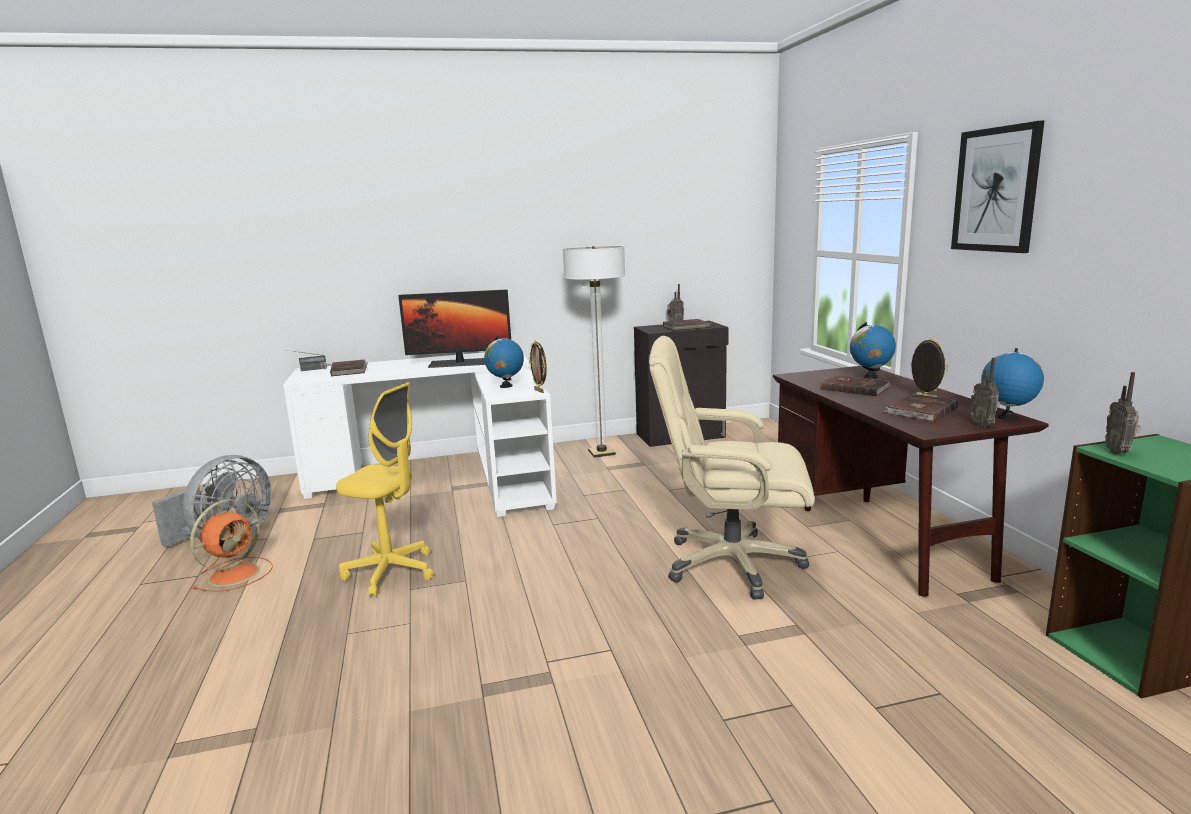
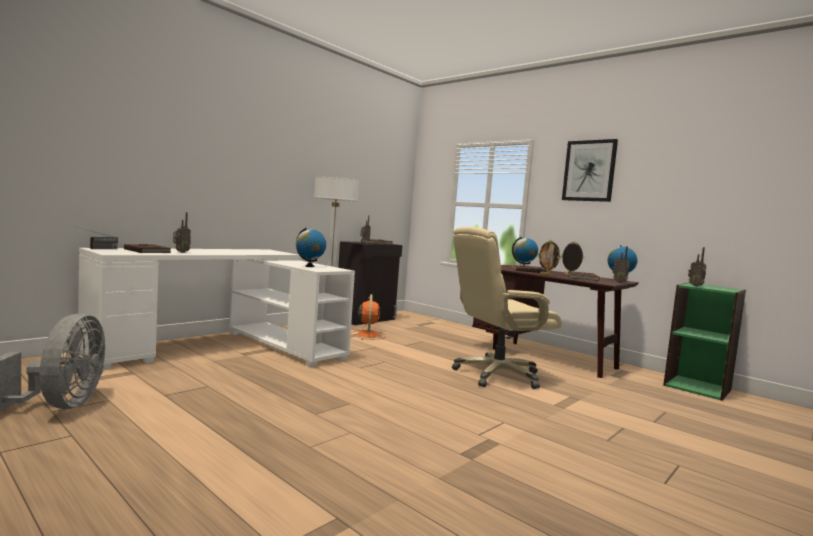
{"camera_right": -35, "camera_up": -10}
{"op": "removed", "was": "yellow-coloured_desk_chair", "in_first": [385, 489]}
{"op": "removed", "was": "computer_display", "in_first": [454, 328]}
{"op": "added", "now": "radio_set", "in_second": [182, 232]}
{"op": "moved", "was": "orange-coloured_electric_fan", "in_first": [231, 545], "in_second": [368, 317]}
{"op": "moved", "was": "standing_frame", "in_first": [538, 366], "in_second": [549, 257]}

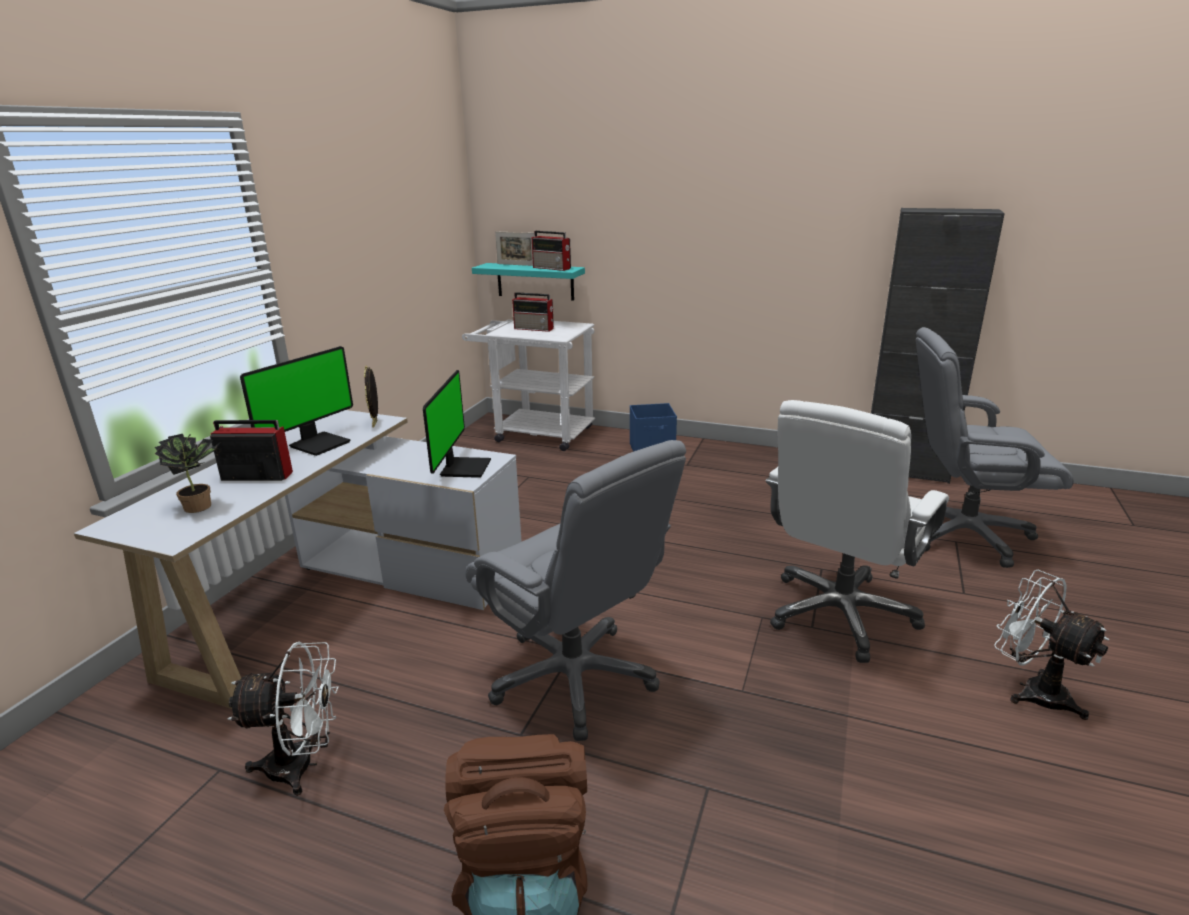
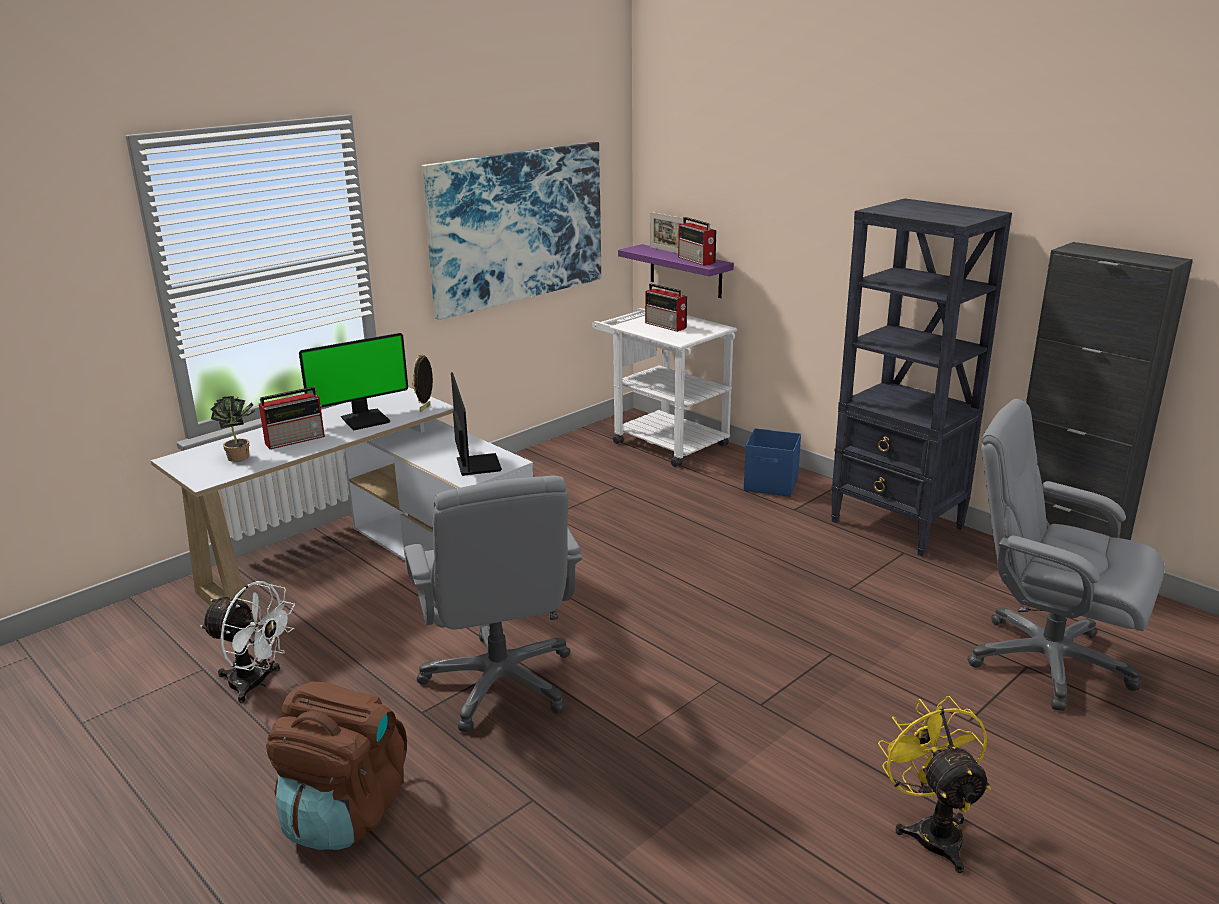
{"camera_right": 25, "camera_up": 0}
{"op": "removed", "was": "white_desk_chair", "in_first": [857, 531]}
{"op": "added", "now": "picture", "in_second": [511, 231]}
{"op": "added", "now": "black_shelving_unit", "in_second": [921, 377]}
{"op": "recoloured", "was": "blue-green_wall_shelf", "now": "purple_wall_shelf", "in_first": [528, 282], "in_second": [676, 271]}
{"op": "recoloured", "was": "white_electric_fan", "now": "yellow-coloured_electric_fan", "in_first": [1051, 645], "in_second": [934, 784]}
{"op": "turned", "was": "radio_set", "in_first": [251, 450], "in_second": [292, 418], "clockwise": 120}
{"op": "turned", "was": "computer_display", "in_first": [457, 424], "in_second": [476, 424], "clockwise": -45}

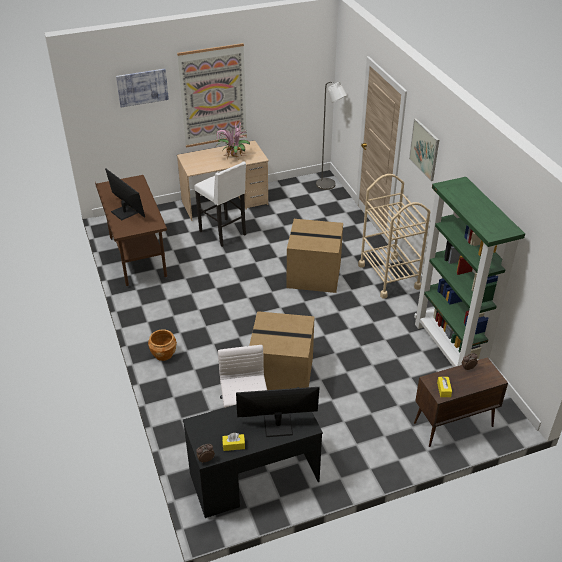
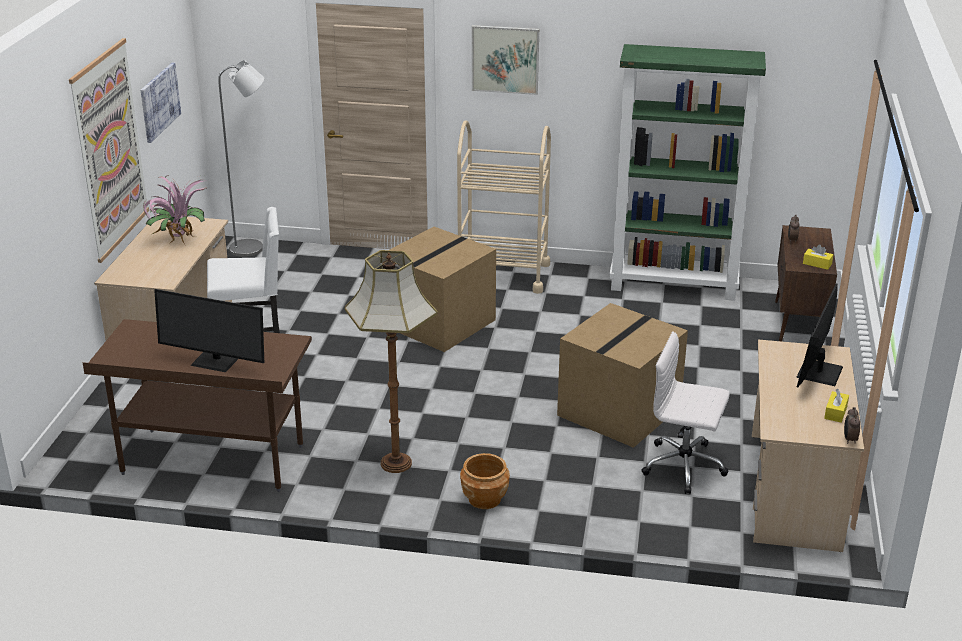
{"camera_right": -60, "camera_up": -10}
{"op": "added", "now": "standard_lamp", "in_second": [390, 361]}
{"op": "moved", "was": "picture", "in_first": [142, 88], "in_second": [161, 102]}
{"op": "recoloured", "was": "black_desk", "now": "beige_desk", "in_first": [253, 452], "in_second": [808, 446]}
{"op": "turned", "was": "computer_display", "in_first": [125, 194], "in_second": [209, 330], "clockwise": -150}

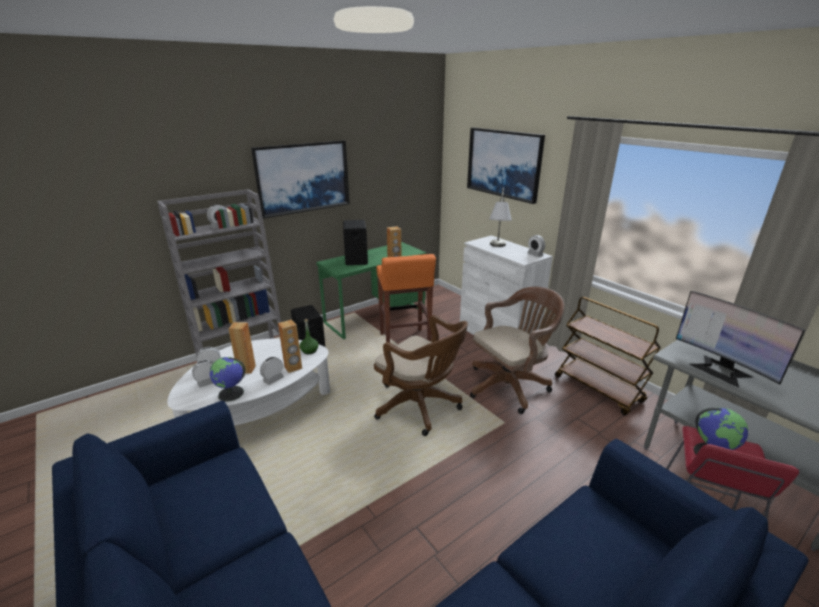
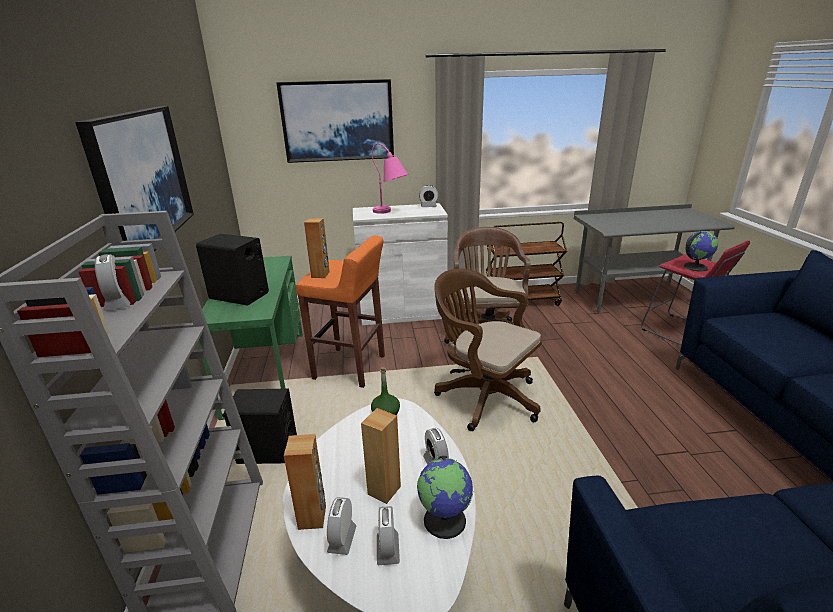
{"camera_right": -60, "camera_up": 0}
{"op": "removed", "was": "computer_display", "in_first": [740, 339]}
{"op": "moved", "was": "brown_audio_speaker", "in_first": [290, 346], "in_second": [305, 482]}
{"op": "recoloured", "was": "gray_lamp_for_a_table", "now": "pink-coloured_lamp_for_a_table", "in_first": [500, 217], "in_second": [390, 178]}
{"op": "turned", "was": "brown_desk_chair", "in_first": [421, 375], "in_second": [488, 350], "clockwise": -120}

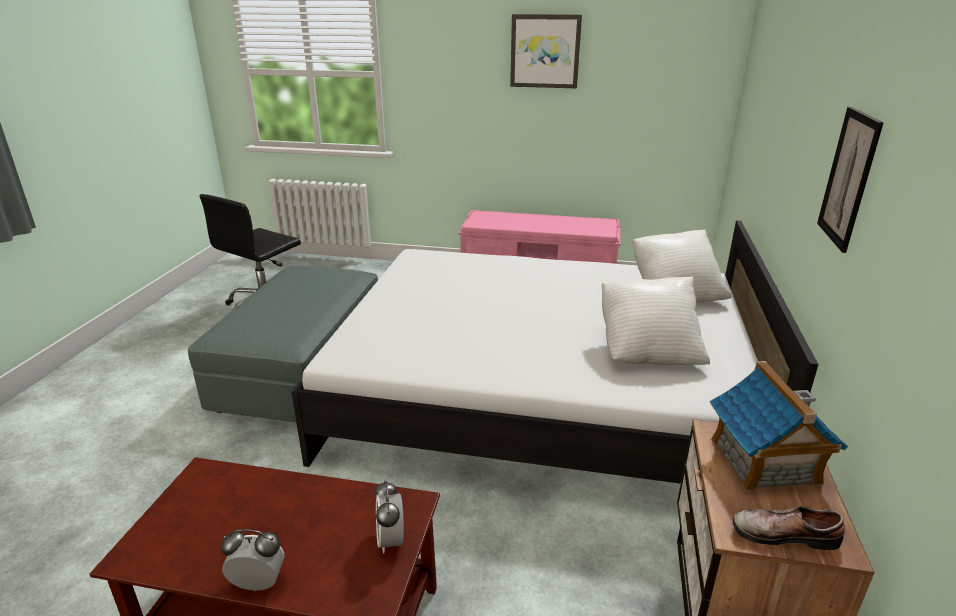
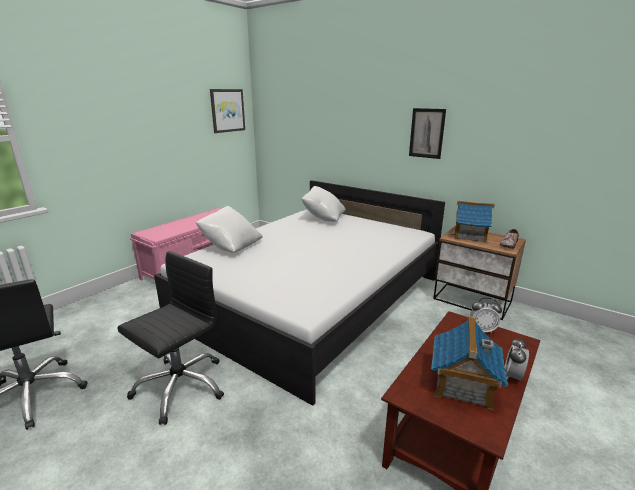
{"camera_right": -65, "camera_up": -5}
{"op": "added", "now": "toy_house", "in_second": [469, 363]}
{"op": "moved", "was": "picture", "in_first": [546, 51], "in_second": [227, 111]}
{"op": "moved", "was": "white_throw_pillow", "in_first": [656, 321], "in_second": [229, 229]}
{"op": "replaced", "was": "gray_pouffe", "now": "black_desk_chair", "in_first": [283, 344], "in_second": [170, 338]}

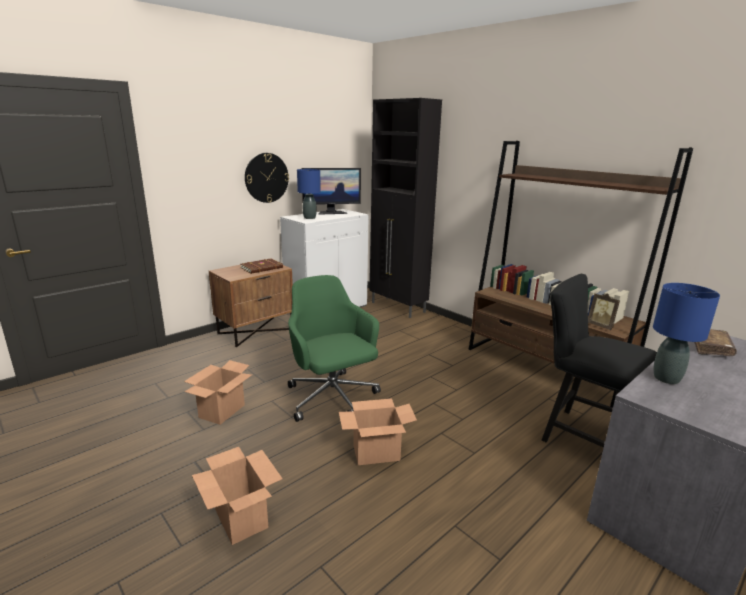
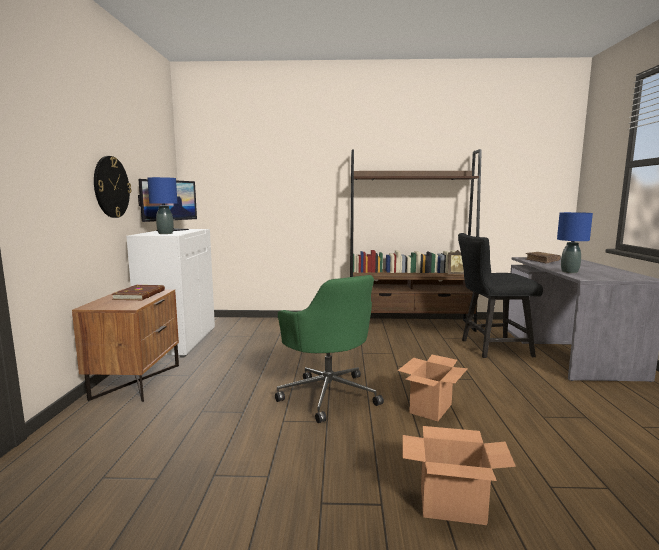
{"camera_right": -45, "camera_up": -10}
{"op": "removed", "was": "cardboard_box", "in_first": [218, 392]}
{"op": "removed", "was": "black_cupboard", "in_first": [406, 208]}
{"op": "turned", "was": "green_desk_chair", "in_first": [334, 348], "in_second": [329, 349], "clockwise": -135}

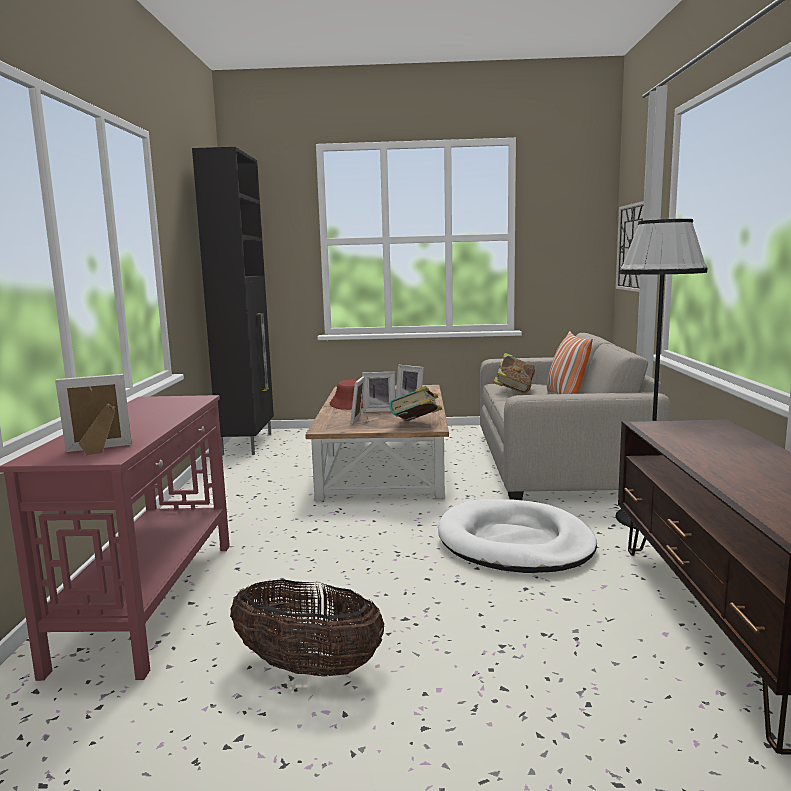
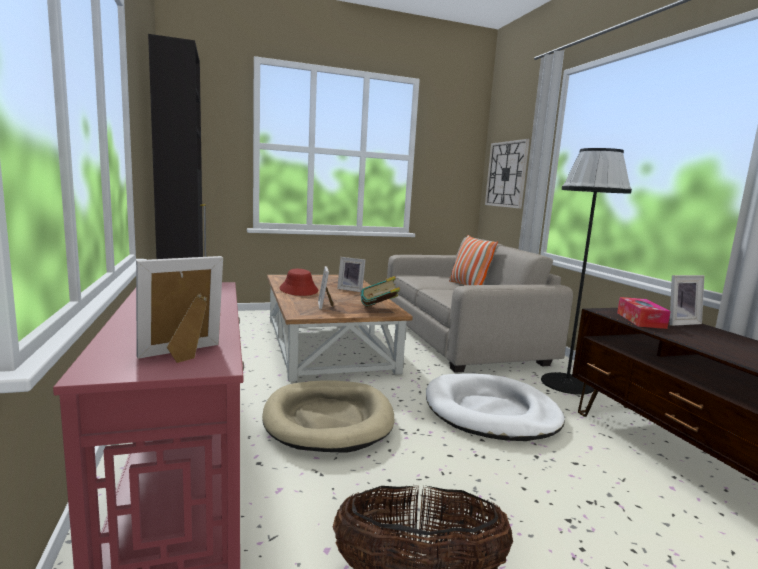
{"camera_right": -20, "camera_up": 0}
{"op": "removed", "was": "book", "in_first": [514, 373]}
{"op": "added", "now": "beige_dog_bed", "in_second": [328, 416]}
{"op": "added", "now": "tissue_holder", "in_second": [644, 313]}
{"op": "moved", "was": "standing_frame", "in_first": [378, 392], "in_second": [686, 300]}

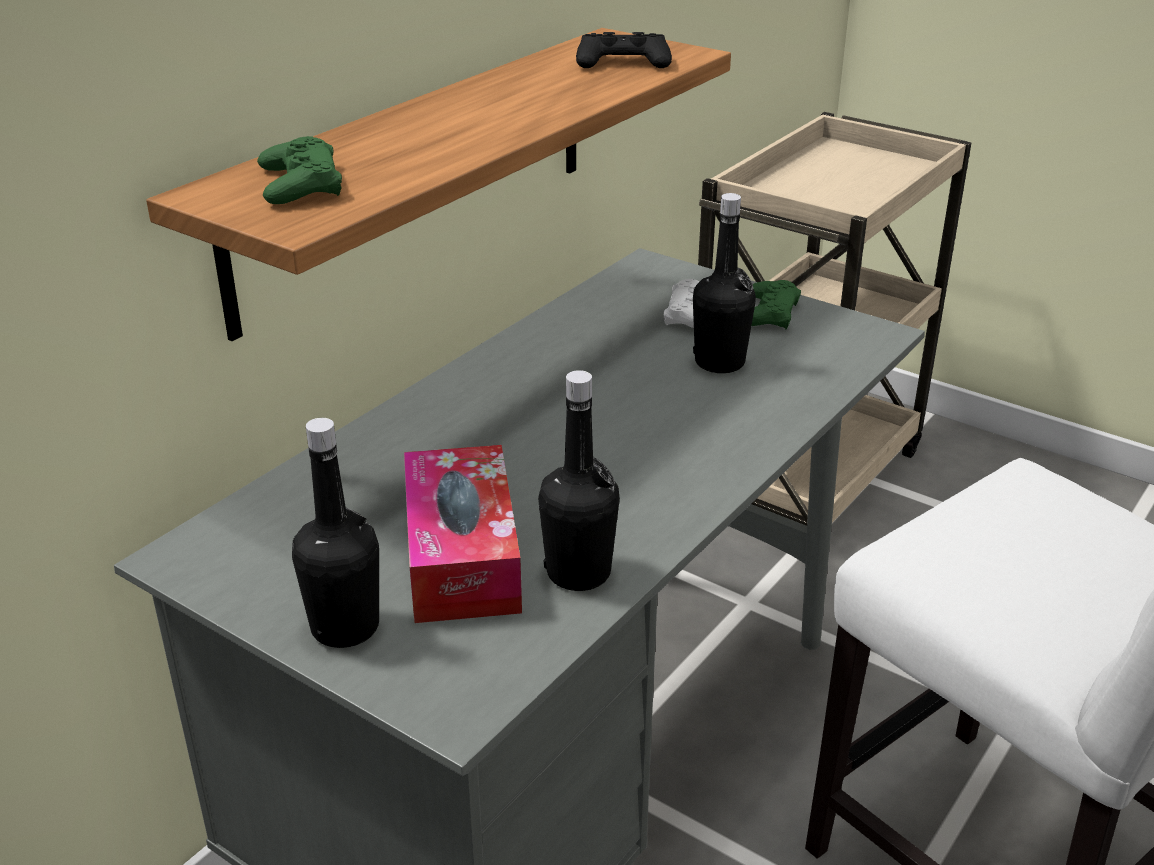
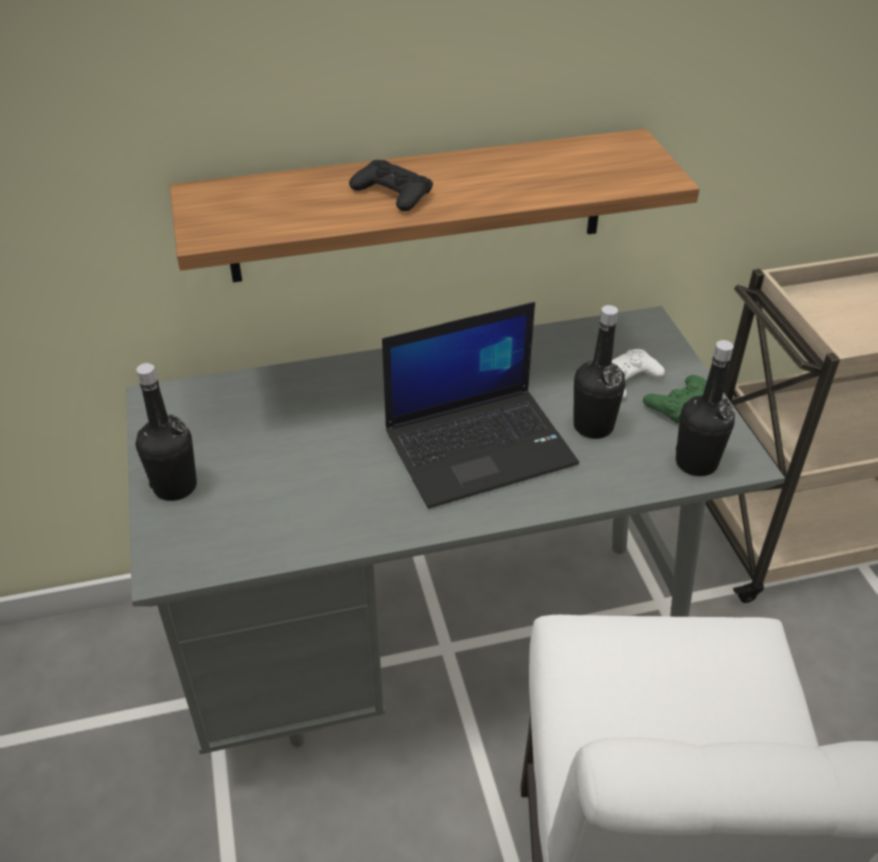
{"camera_right": 40, "camera_up": 10}
{"op": "removed", "was": "green_game_controller", "in_first": [299, 170]}
{"op": "removed", "was": "tissue_holder", "in_first": [463, 534]}
{"op": "added", "now": "laptop", "in_second": [480, 405]}
{"op": "moved", "was": "black_bottle", "in_first": [579, 480], "in_second": [705, 408]}
{"op": "moved", "was": "black_game_controller", "in_first": [624, 50], "in_second": [391, 185]}

